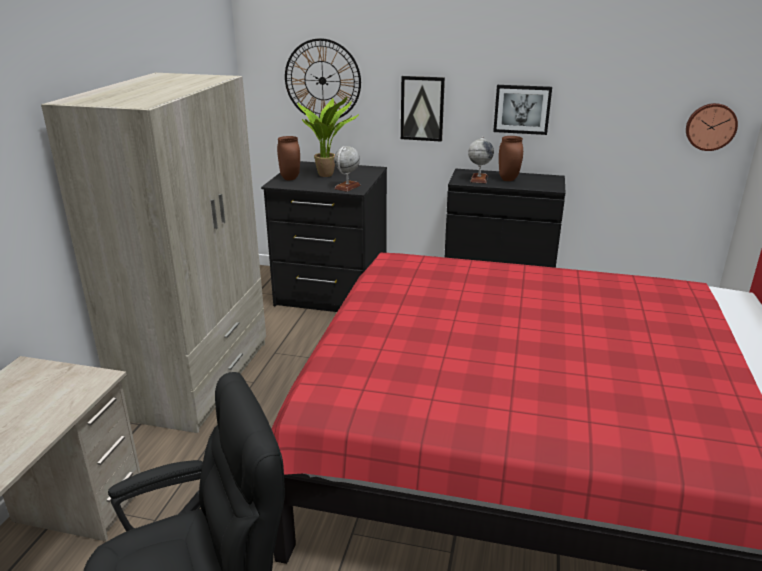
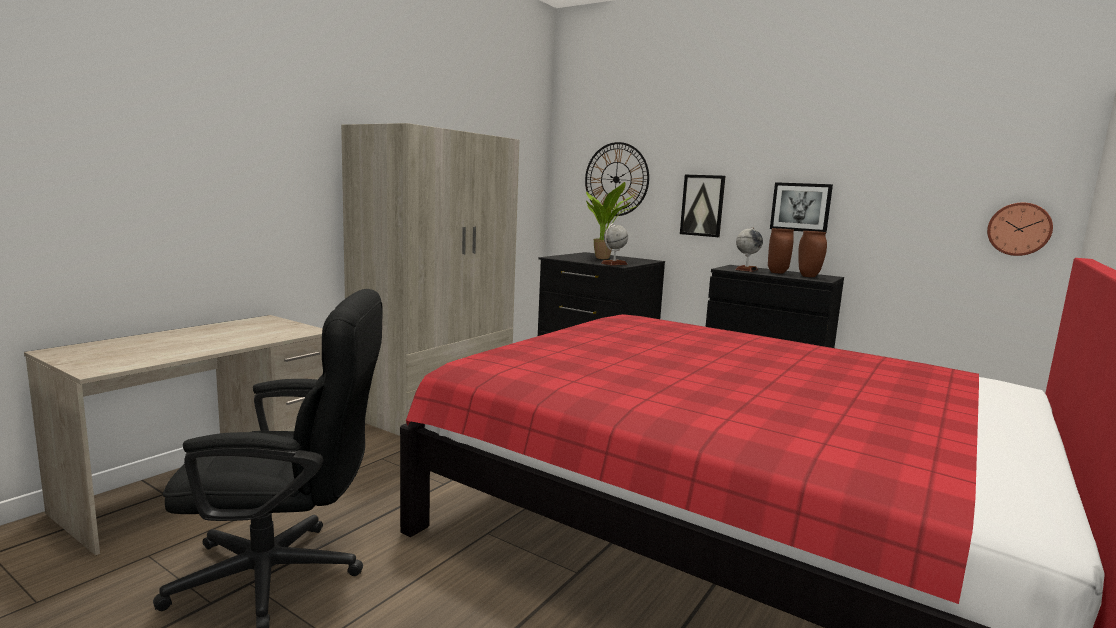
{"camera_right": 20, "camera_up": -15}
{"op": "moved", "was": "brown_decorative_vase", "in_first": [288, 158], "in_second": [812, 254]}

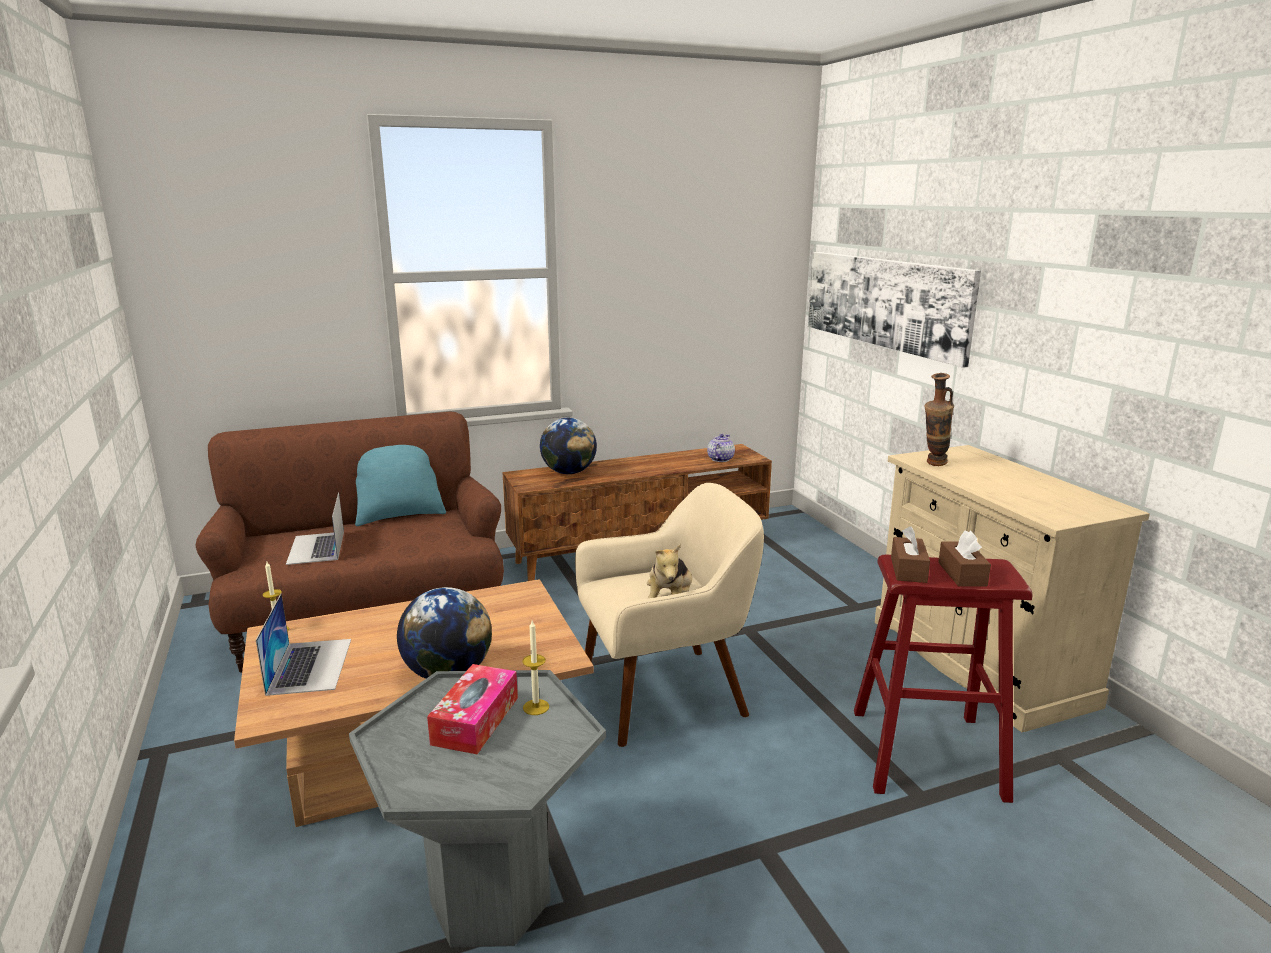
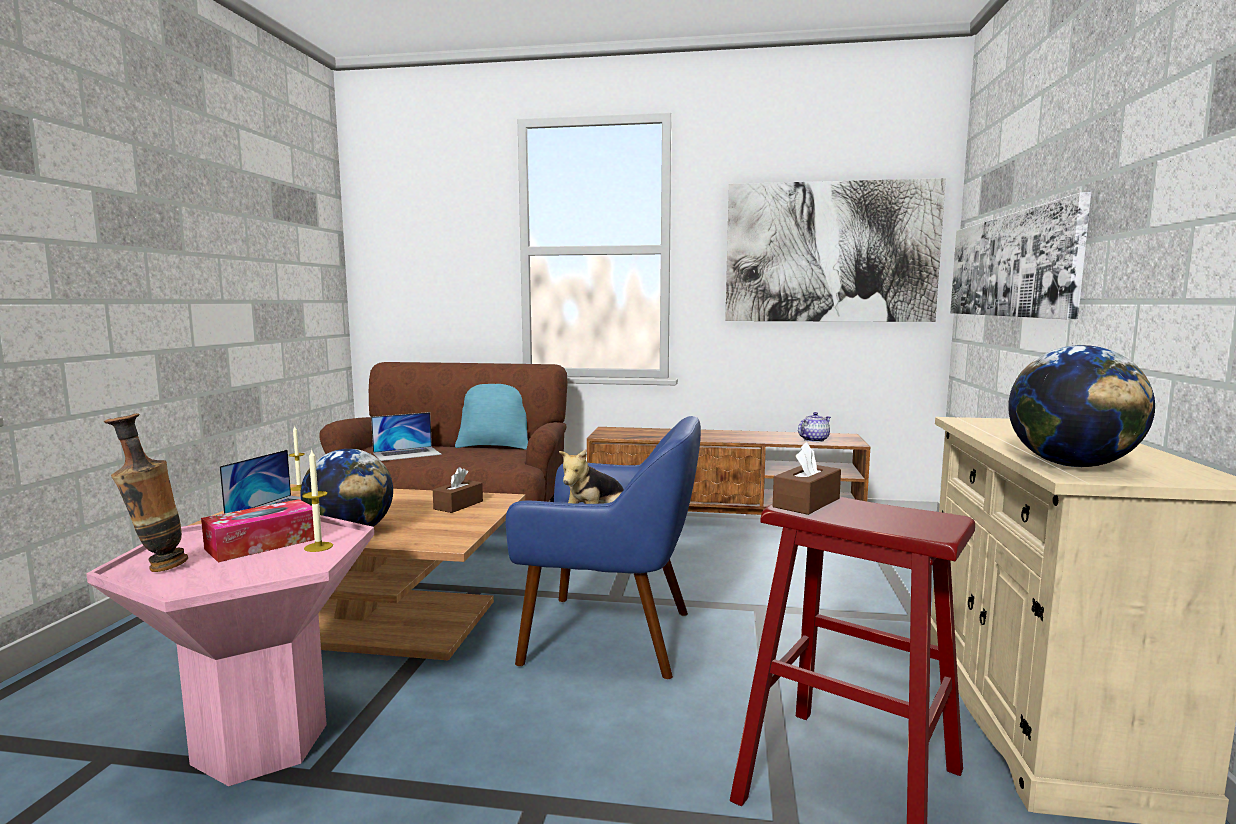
{"camera_right": 30, "camera_up": -10}
{"op": "added", "now": "picture", "in_second": [835, 250]}
{"op": "moved", "was": "world_globe", "in_first": [568, 446], "in_second": [1081, 406]}
{"op": "moved", "was": "decorative_vase", "in_first": [939, 419], "in_second": [146, 493]}
{"op": "moved", "was": "brown_tissue_holder", "in_first": [964, 558], "in_second": [458, 490]}
{"op": "recoloured", "was": "gray_accent_table", "now": "pink-coloured_accent_table", "in_first": [477, 808], "in_second": [230, 650]}
{"op": "recoloured", "was": "beige_easy_chair", "now": "blue_easy_chair", "in_first": [669, 615], "in_second": [603, 548]}
{"op": "turned", "was": "laptop", "in_first": [315, 528], "in_second": [406, 436], "clockwise": -135}

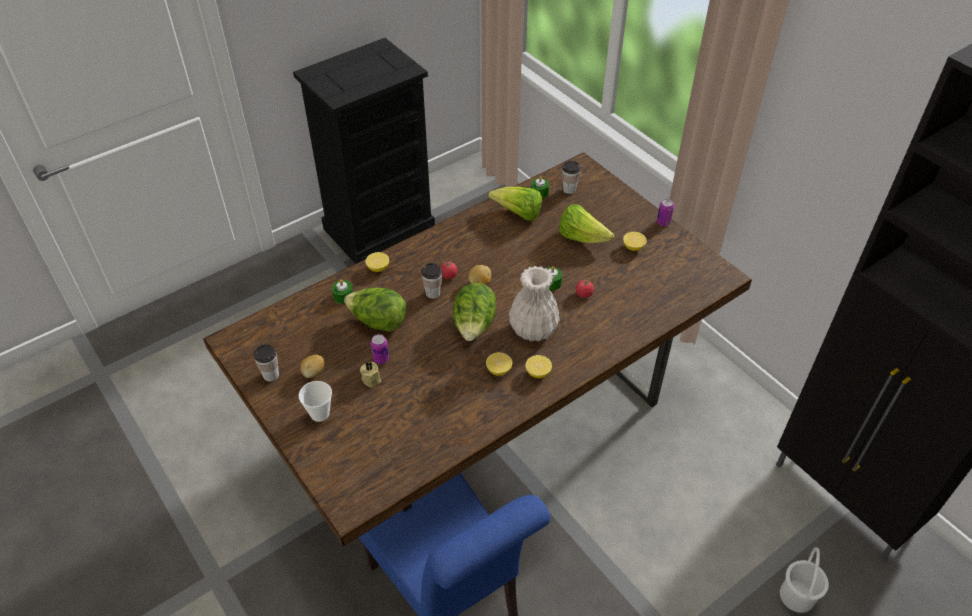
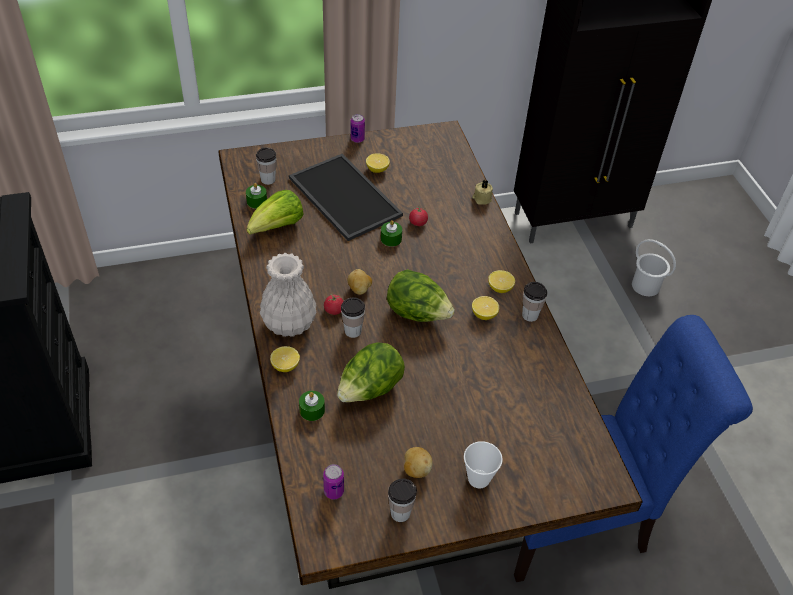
{"camera_right": -70, "camera_up": 0}
{"op": "added", "now": "cup", "in_second": [534, 302]}
{"op": "moved", "was": "beige_wax_candle", "in_first": [370, 375], "in_second": [482, 192]}
{"op": "moved", "was": "metal_can", "in_first": [380, 349], "in_second": [333, 481]}
{"op": "moved", "was": "white_decorative_vase", "in_first": [534, 303], "in_second": [288, 295]}
{"op": "replaced", "was": "lettuce_head", "now": "serving_tray", "in_first": [586, 223], "in_second": [346, 197]}

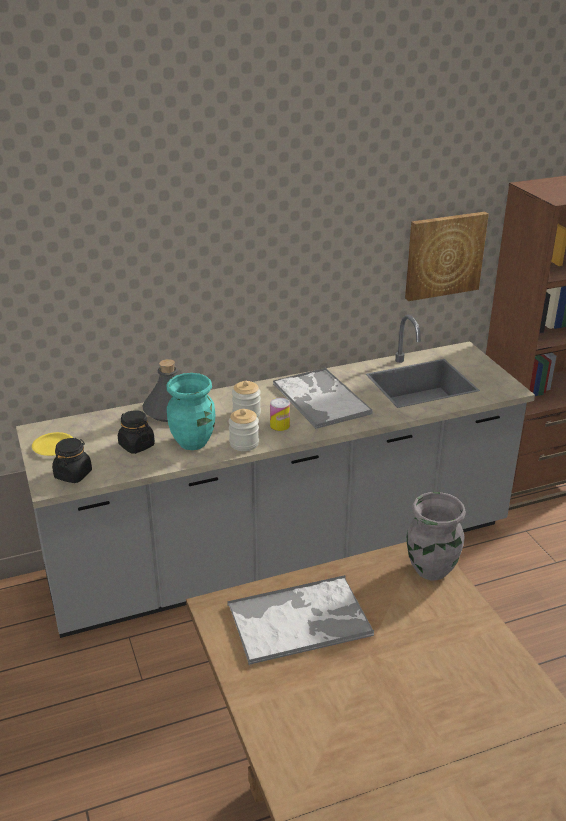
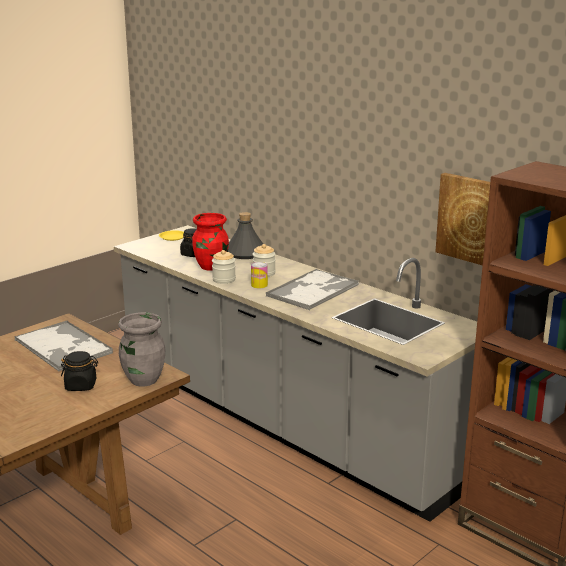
{"camera_right": 65, "camera_up": -10}
{"op": "moved", "was": "black_storage_jar", "in_first": [72, 460], "in_second": [80, 371]}
{"op": "recoloured", "was": "blue-green_decorative_vase", "now": "red_decorative_vase", "in_first": [191, 411], "in_second": [210, 242]}

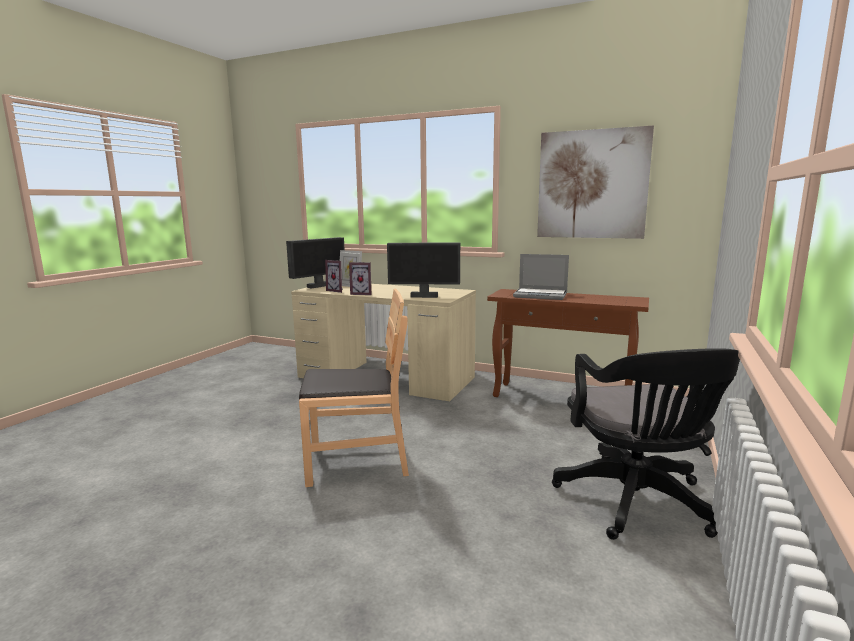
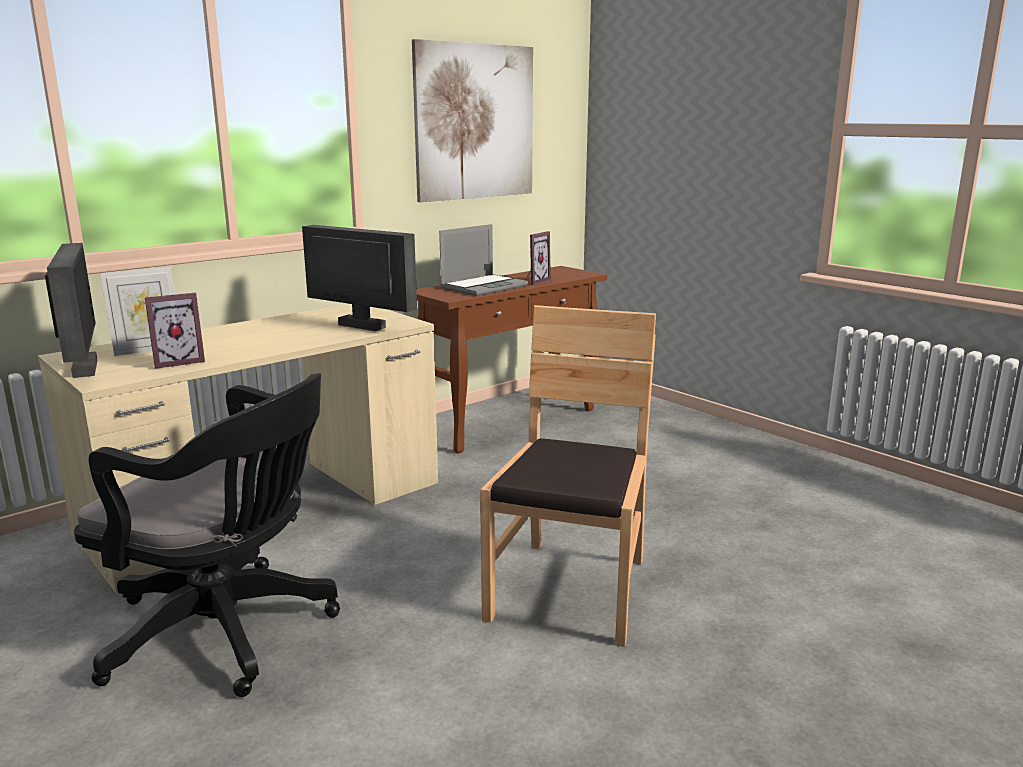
{"camera_right": -65, "camera_up": 5}
{"op": "moved", "was": "standing_frame", "in_first": [360, 278], "in_second": [538, 258]}
{"op": "moved", "was": "black_desk_chair", "in_first": [646, 444], "in_second": [207, 535]}
{"op": "turned", "was": "computer_display", "in_first": [423, 270], "in_second": [359, 278], "clockwise": -90}

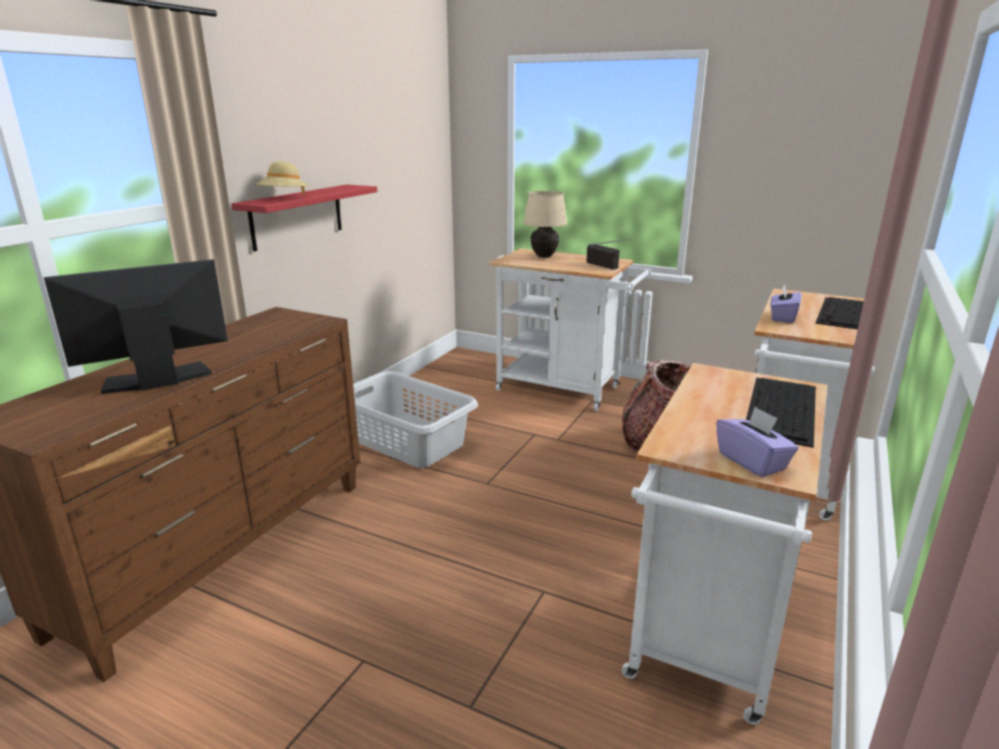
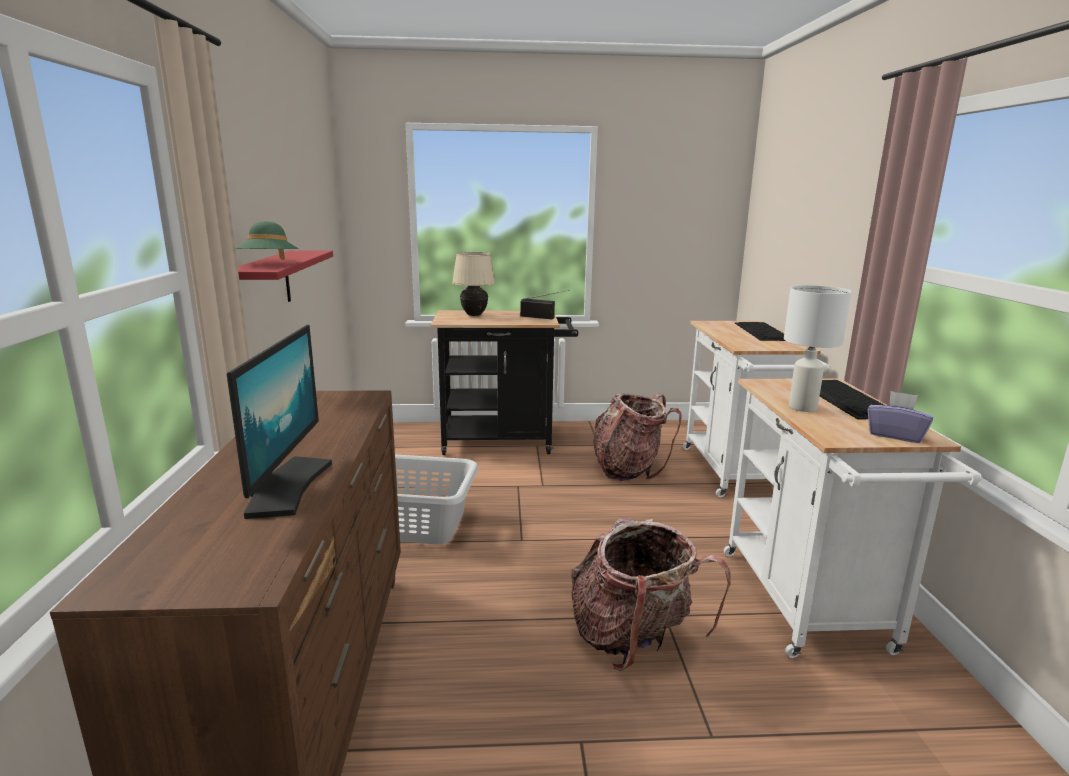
{"camera_right": -30, "camera_up": -5}
{"op": "removed", "was": "purple_tissue_holder", "in_first": [786, 303]}
{"op": "added", "now": "backpack", "in_second": [651, 594]}
{"op": "added", "now": "white_lamp_for_a_table", "in_second": [818, 348]}
{"op": "recoloured", "was": "beige_hat", "now": "green_hat", "in_first": [282, 178], "in_second": [267, 240]}
{"op": "recoloured", "was": "white_trolley", "now": "black_trolley", "in_first": [570, 329], "in_second": [504, 382]}
{"op": "turned", "was": "computer_display", "in_first": [136, 326], "in_second": [279, 422], "clockwise": 150}

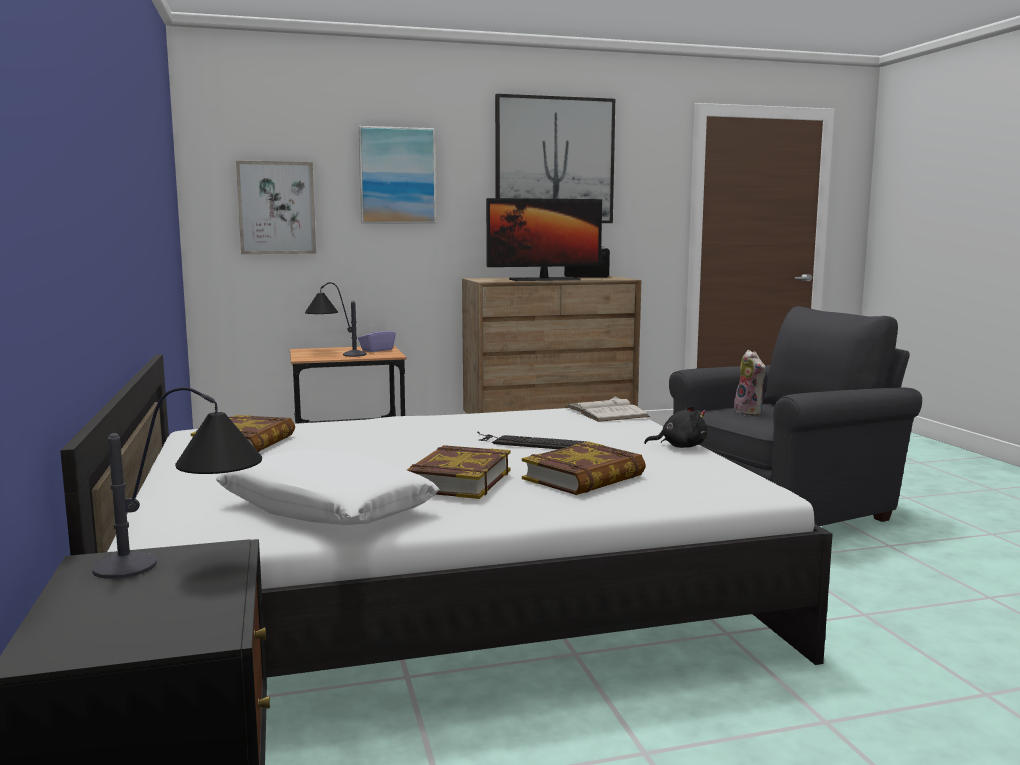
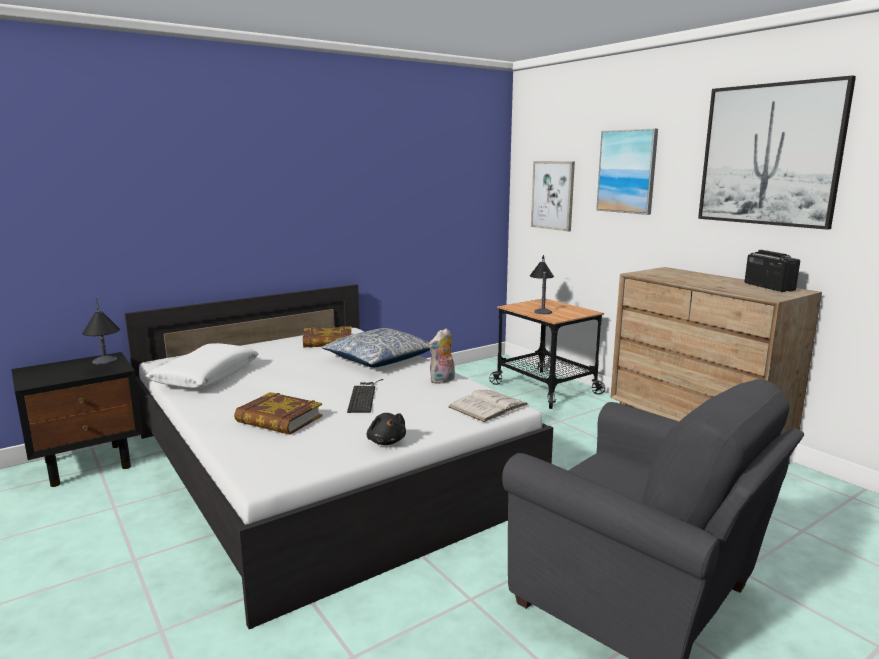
{"camera_right": 70, "camera_up": 5}
{"op": "removed", "was": "purple_tissue_holder", "in_first": [377, 338]}
{"op": "removed", "was": "book", "in_first": [459, 472]}
{"op": "removed", "was": "computer_display", "in_first": [544, 239]}
{"op": "added", "now": "throw_pillow", "in_second": [376, 347]}
{"op": "moved", "was": "soft_toy", "in_first": [750, 383], "in_second": [441, 356]}

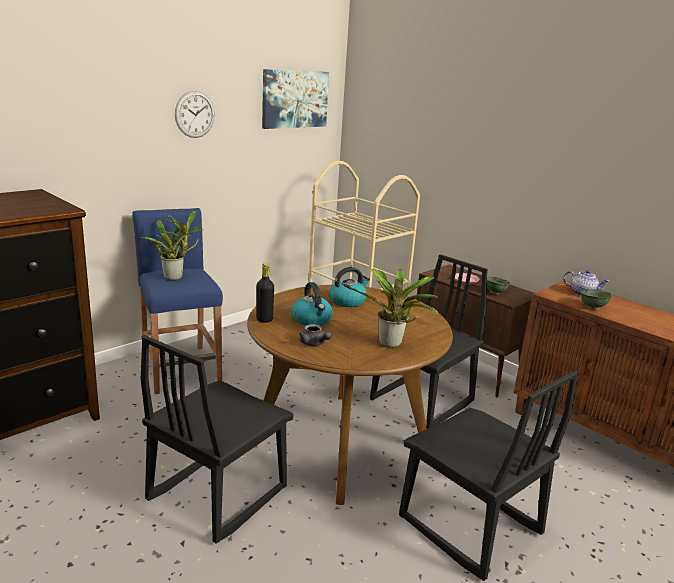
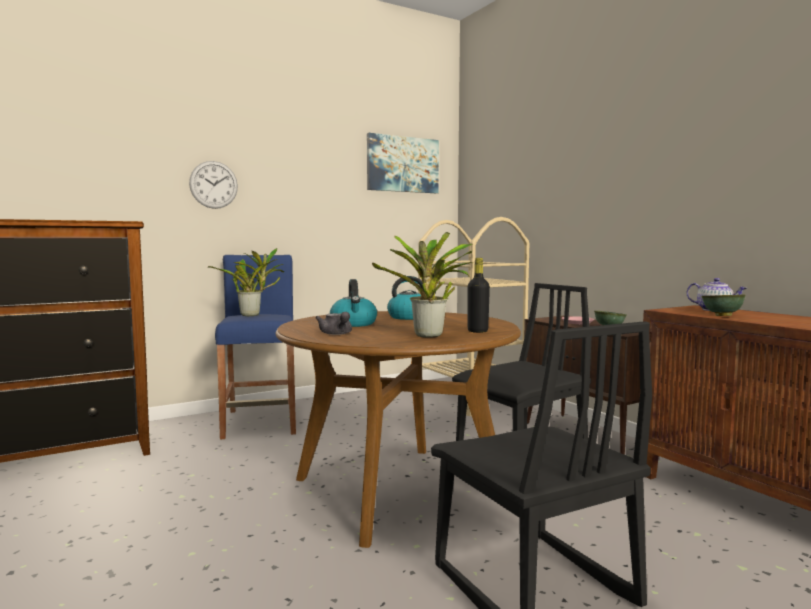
{"camera_right": 15, "camera_up": -15}
{"op": "removed", "was": "black_upright_chair", "in_first": [217, 439]}
{"op": "moved", "was": "wall_clock", "in_first": [195, 114], "in_second": [213, 185]}
{"op": "moved", "was": "black_bottle", "in_first": [265, 293], "in_second": [479, 295]}

